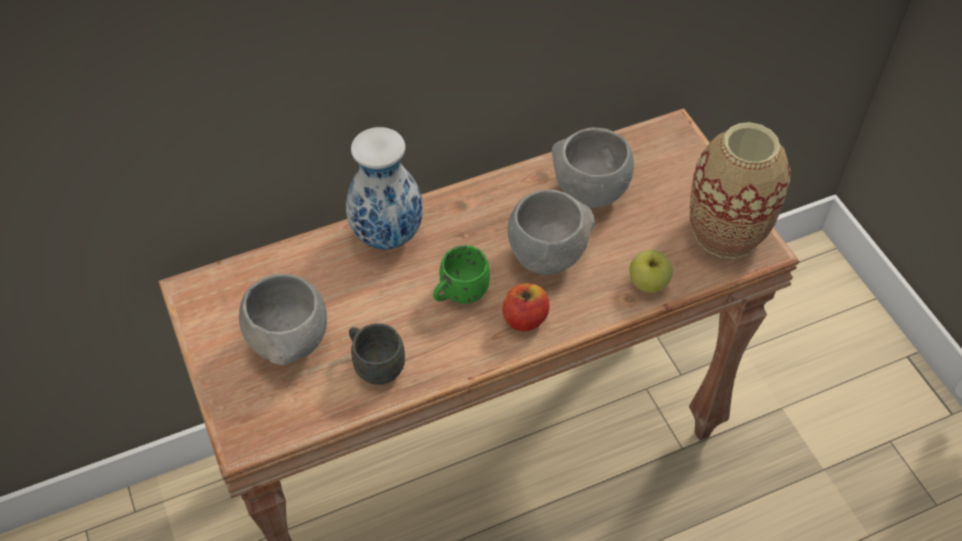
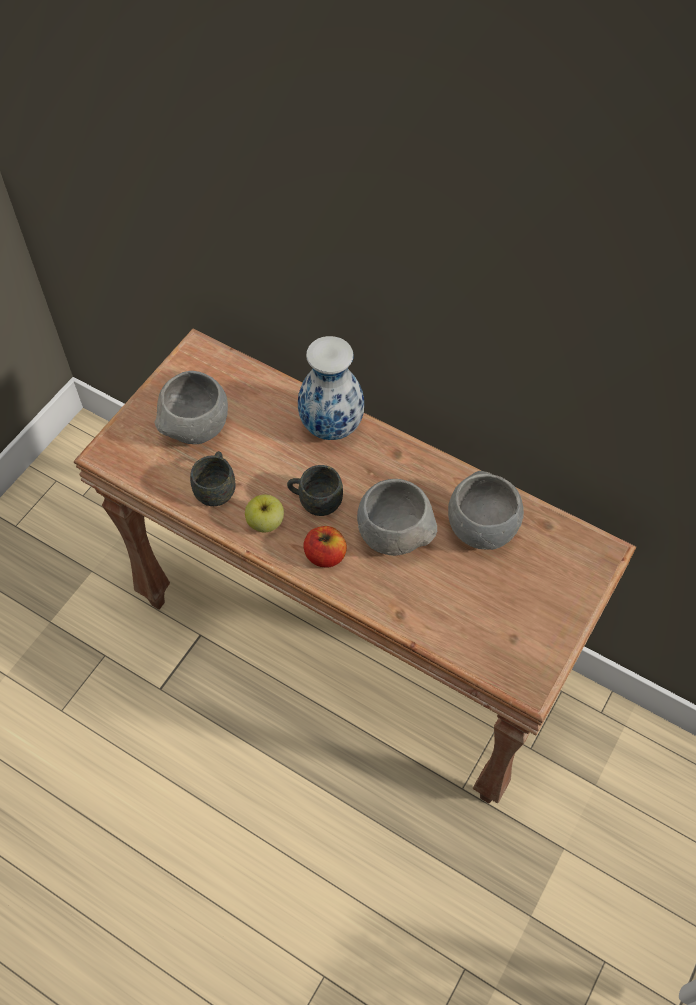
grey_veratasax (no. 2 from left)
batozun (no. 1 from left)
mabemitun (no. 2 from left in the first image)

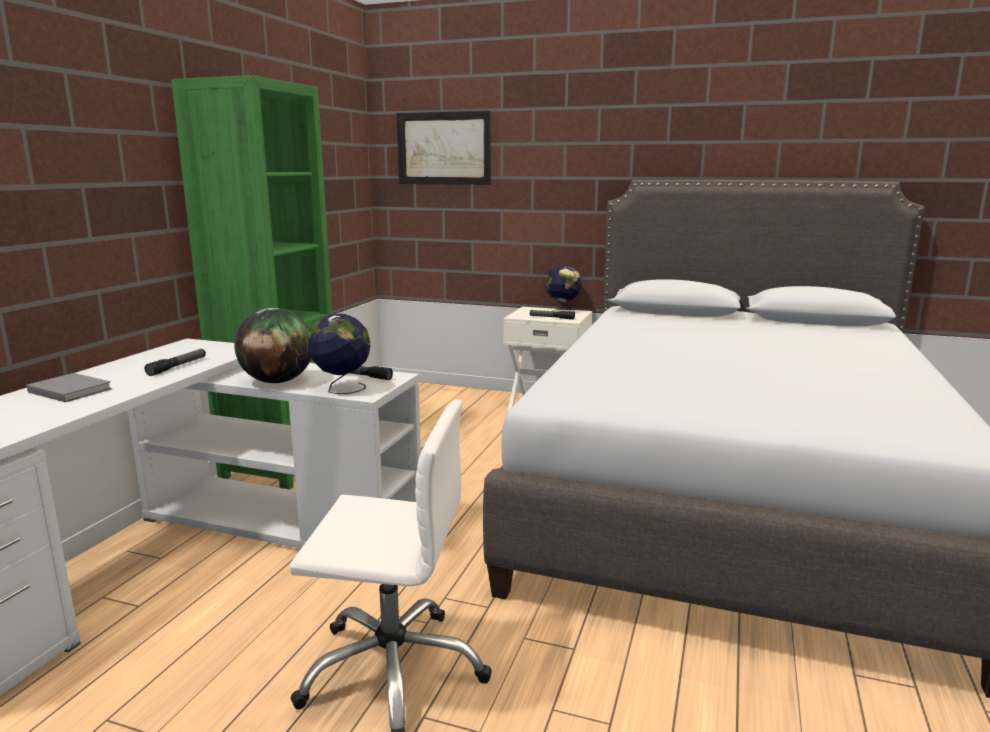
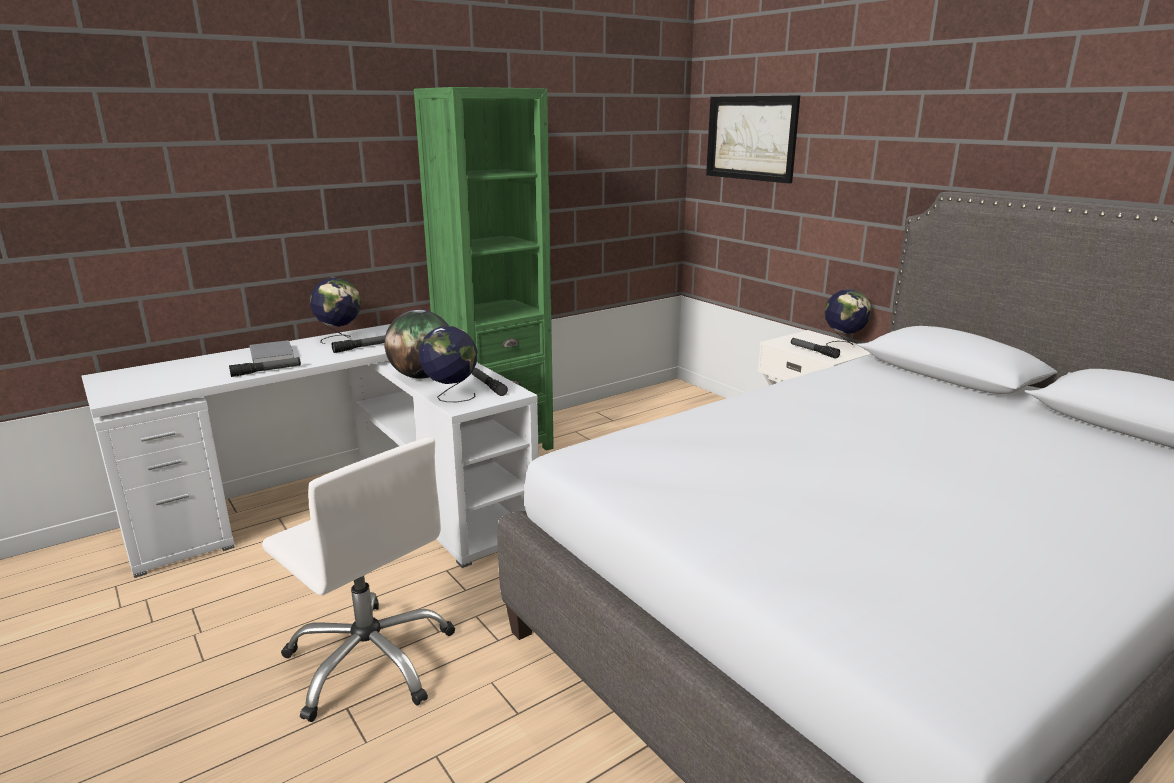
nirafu (no. 1 from left)
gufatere (no. 1 from left)

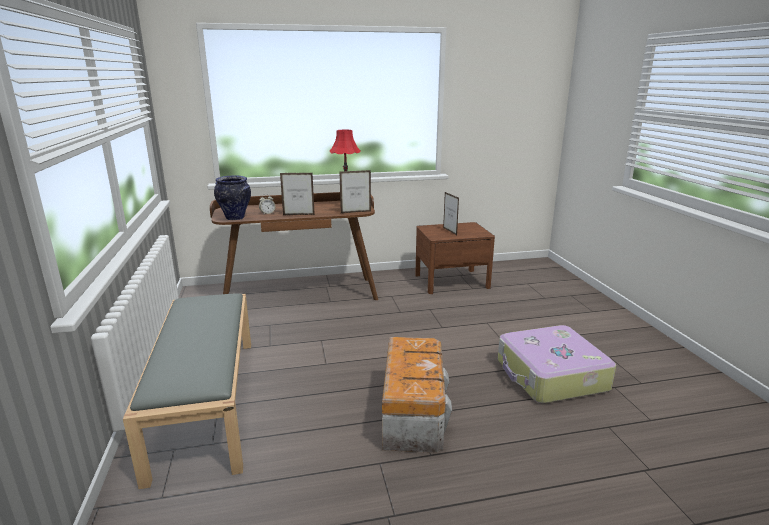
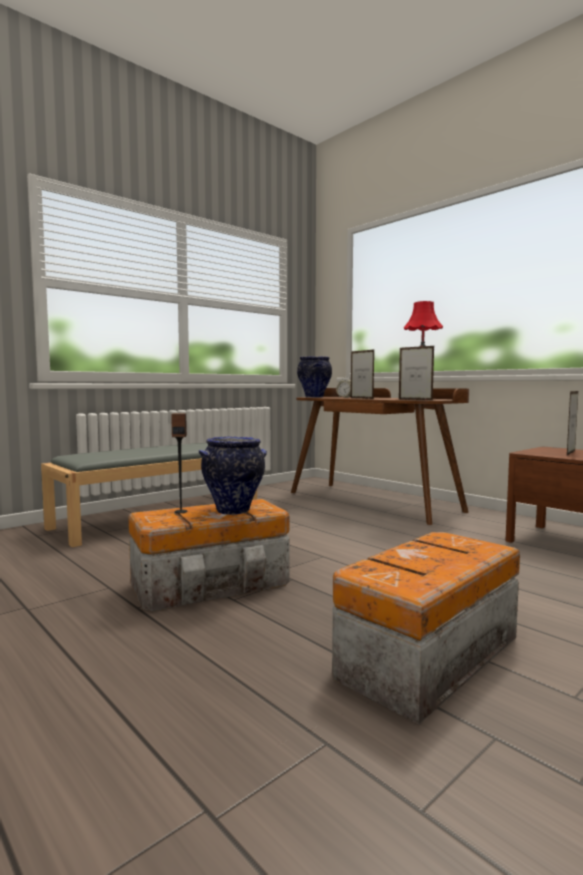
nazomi (no. 2 from left)
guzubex
mabemitun (no. 1 from left)

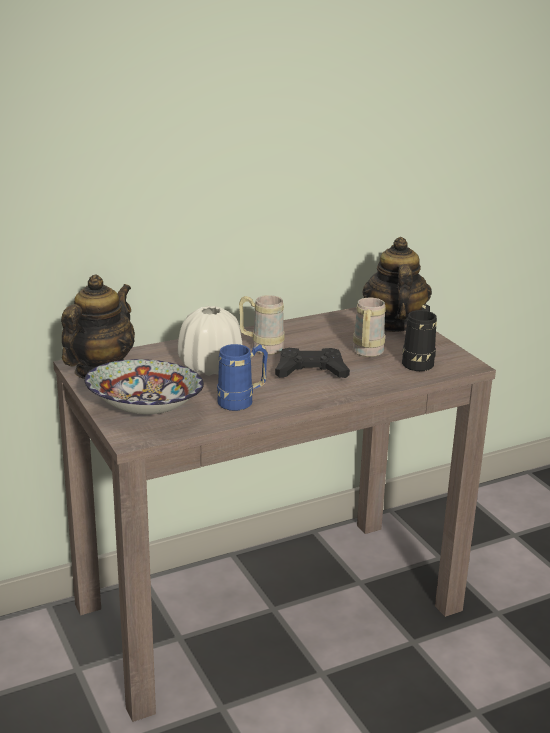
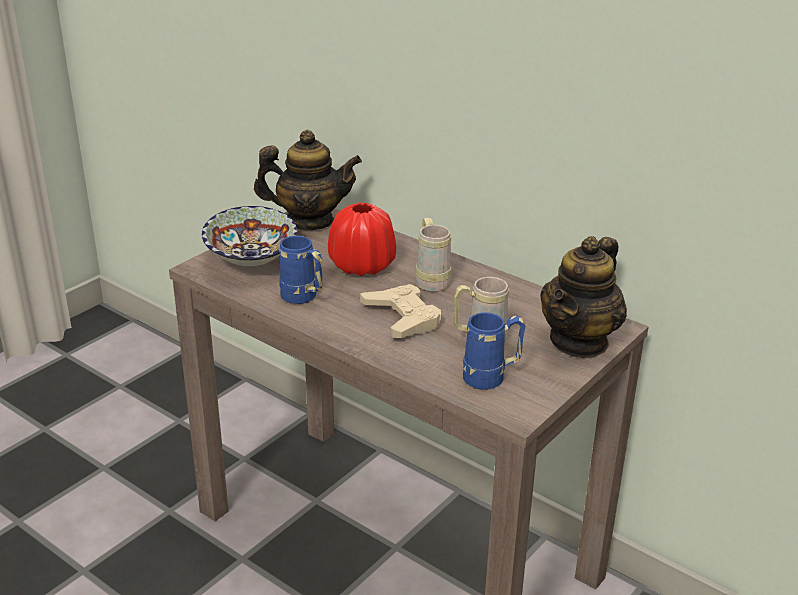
red_mabemitun
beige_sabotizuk
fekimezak (no. 2 from left)
blue_veratasax (no. 2 from left)

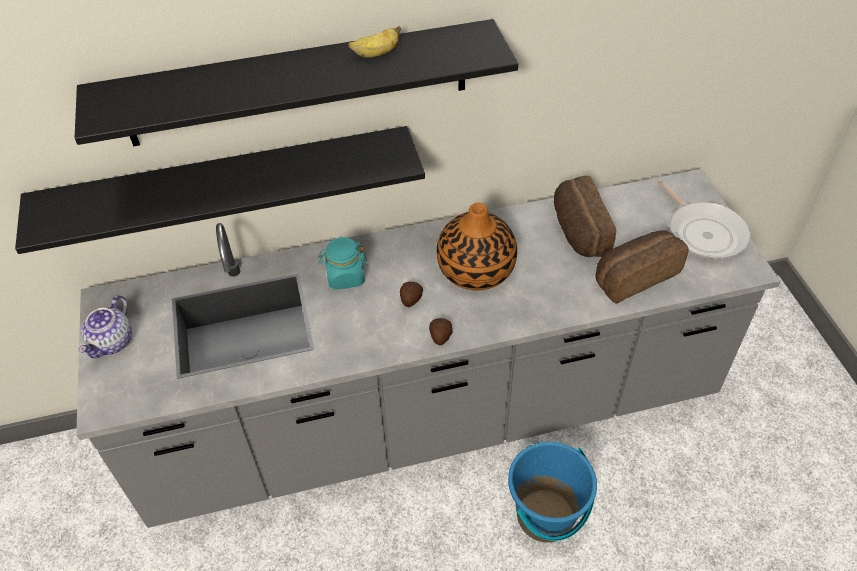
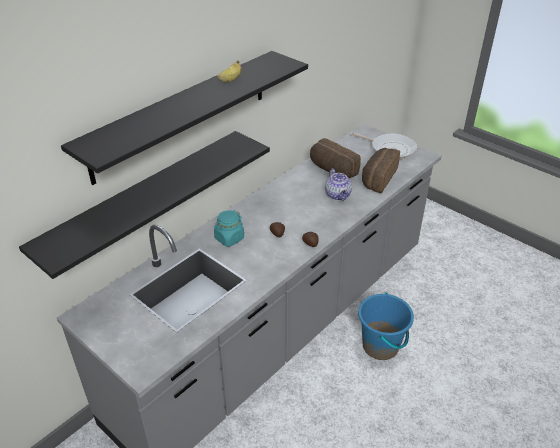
fekimezak
mabemitun

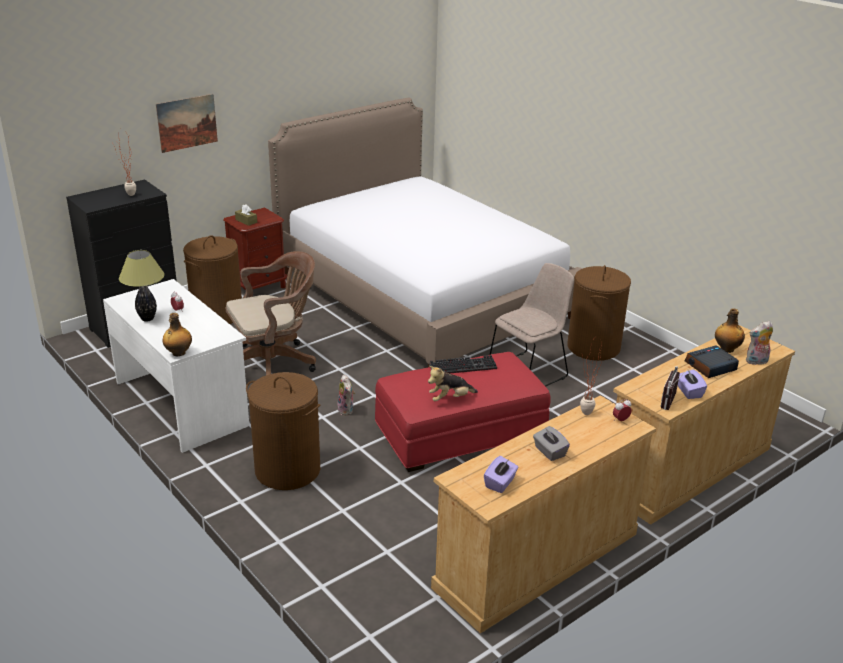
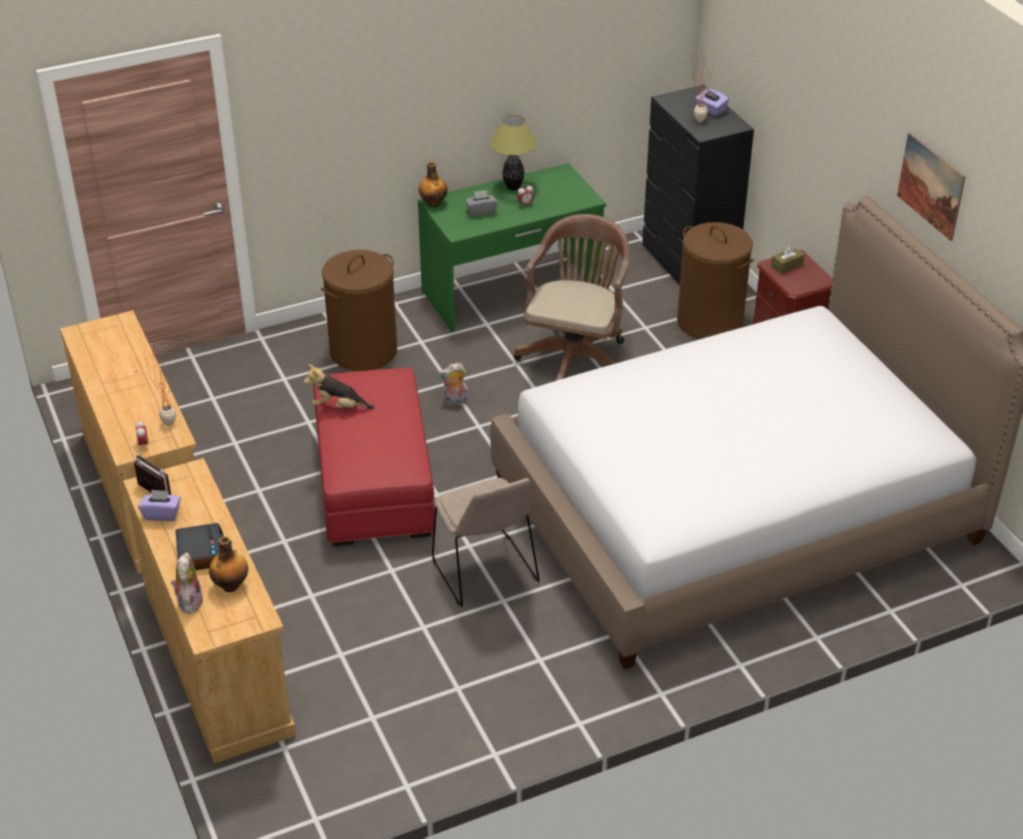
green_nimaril
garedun
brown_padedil
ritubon (no. 2 from left)
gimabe
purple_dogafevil (no. 2 from left)
grey_dogafevil
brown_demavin (no. 3 from left in the first image)

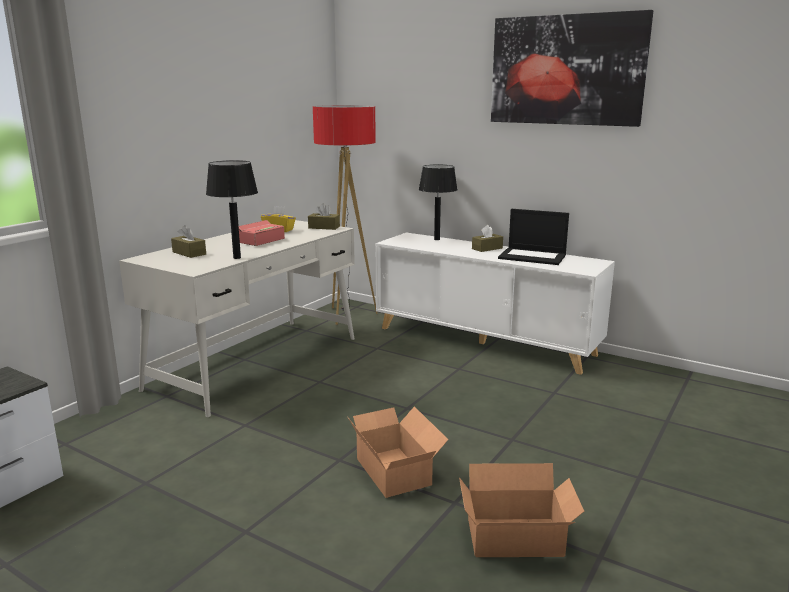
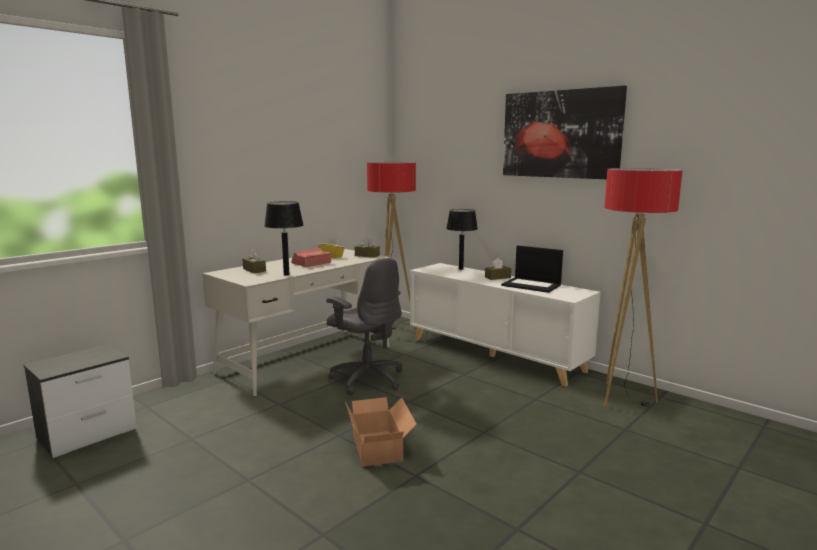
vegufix (no. 2 from left in the first image)
grey_padedil
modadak (no. 2 from left)

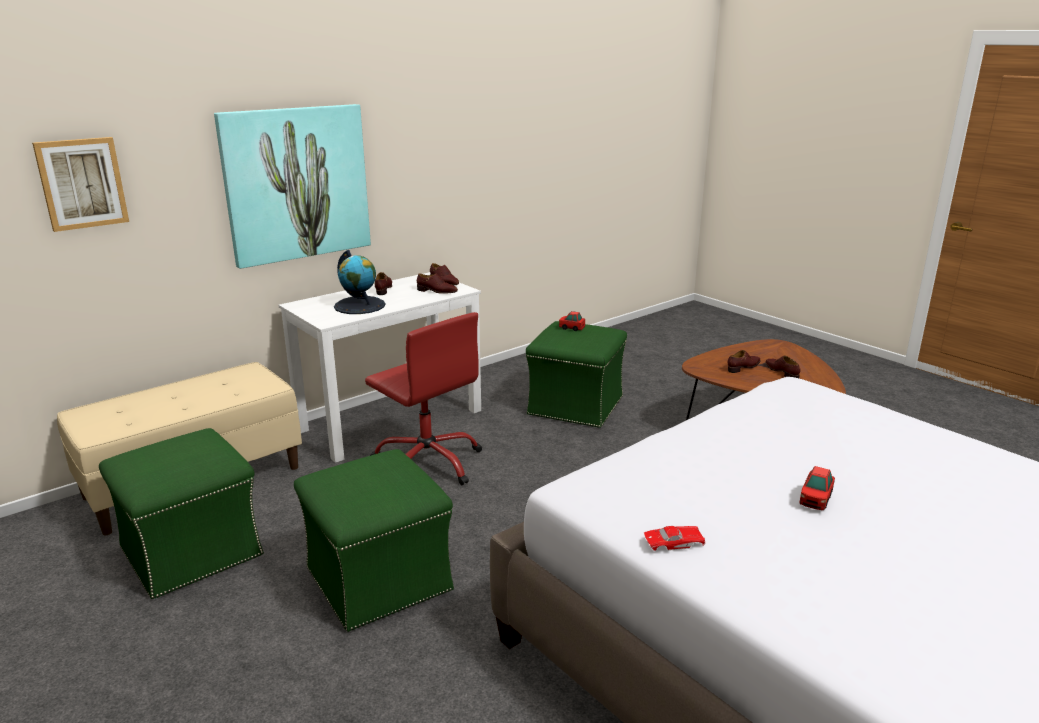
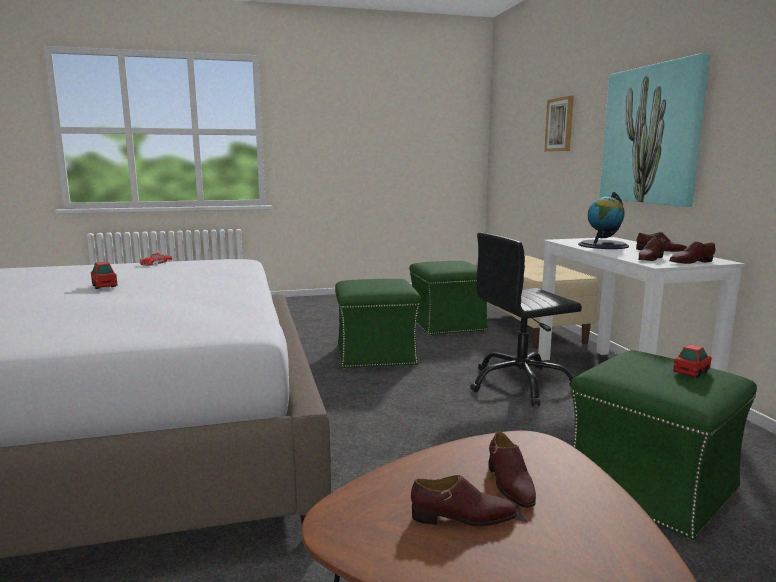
black_padedil

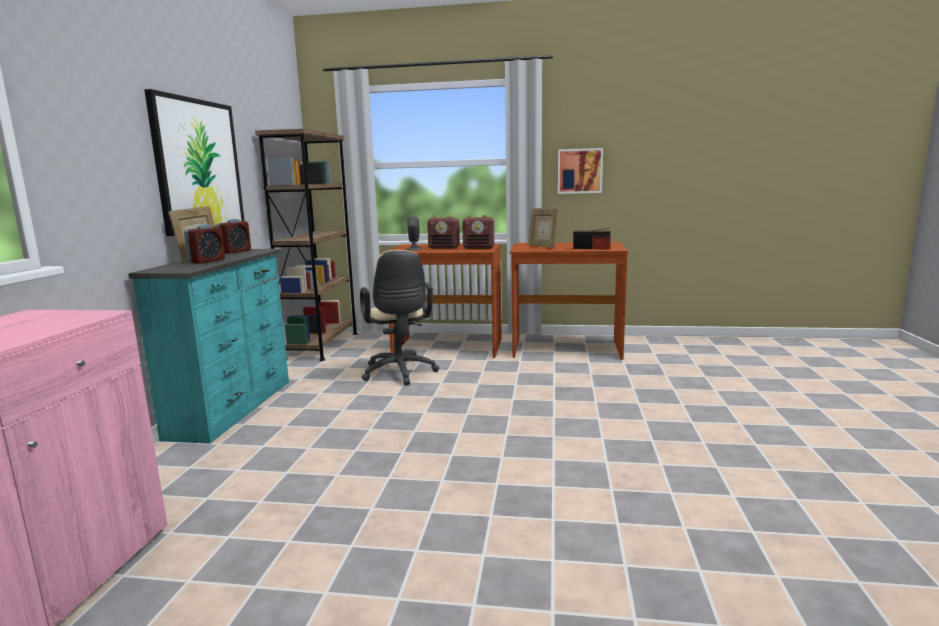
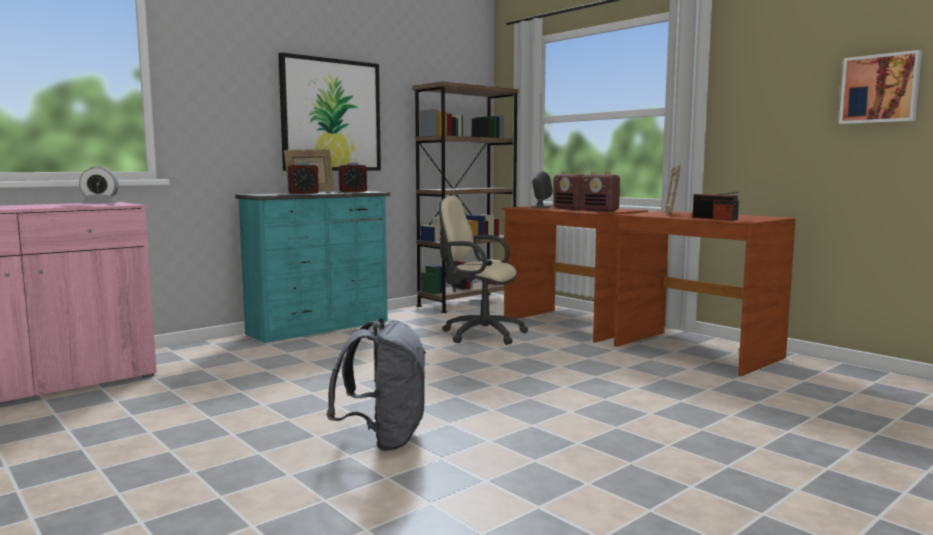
beige_padedil
garedun (no. 2 from left)
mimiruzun (no. 1 from left)
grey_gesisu

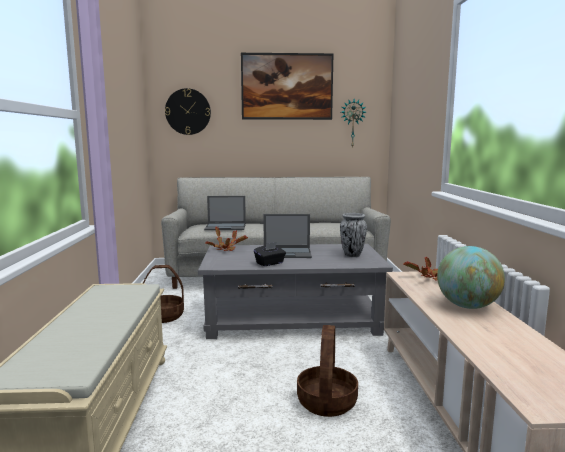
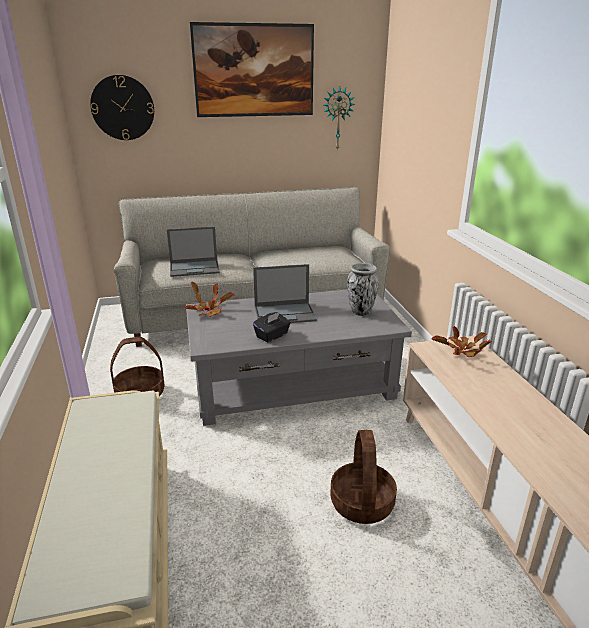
gufatere

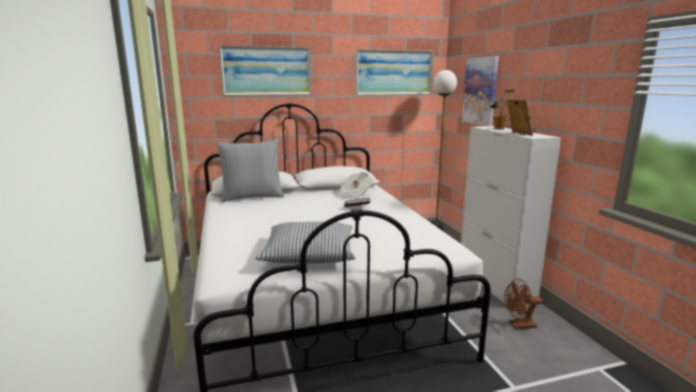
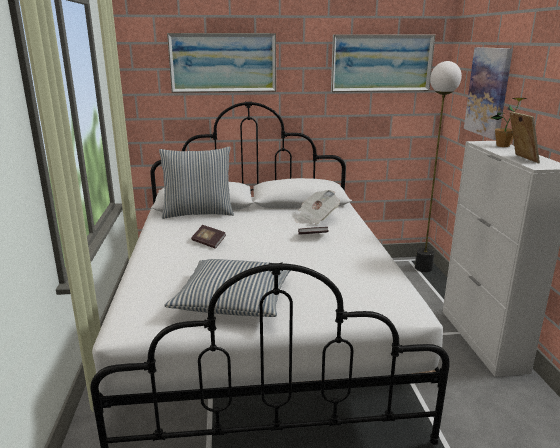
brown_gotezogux
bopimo (no. 1 from left)

